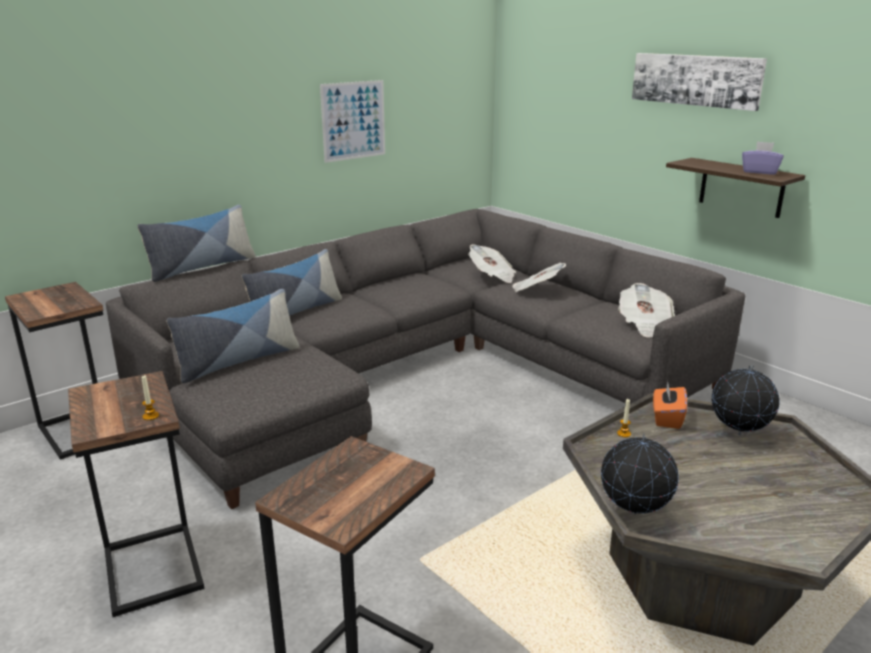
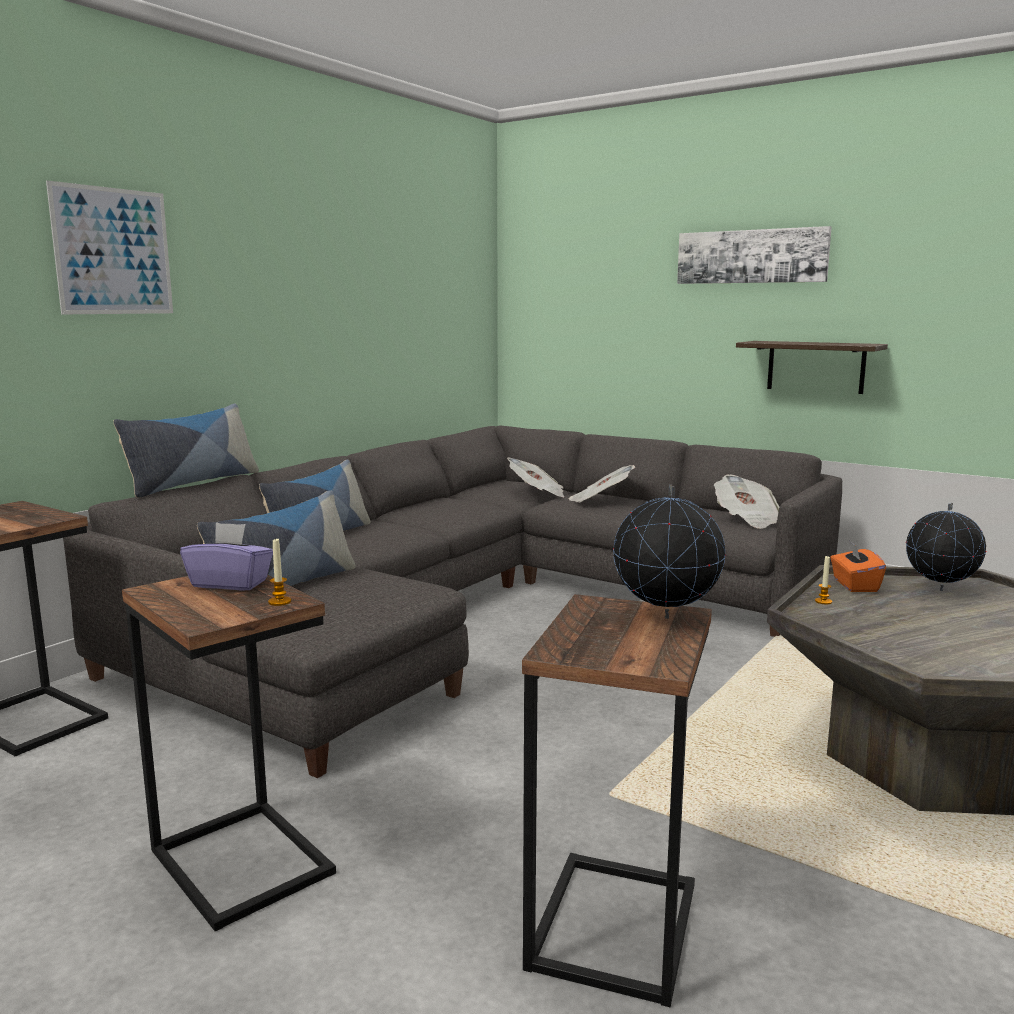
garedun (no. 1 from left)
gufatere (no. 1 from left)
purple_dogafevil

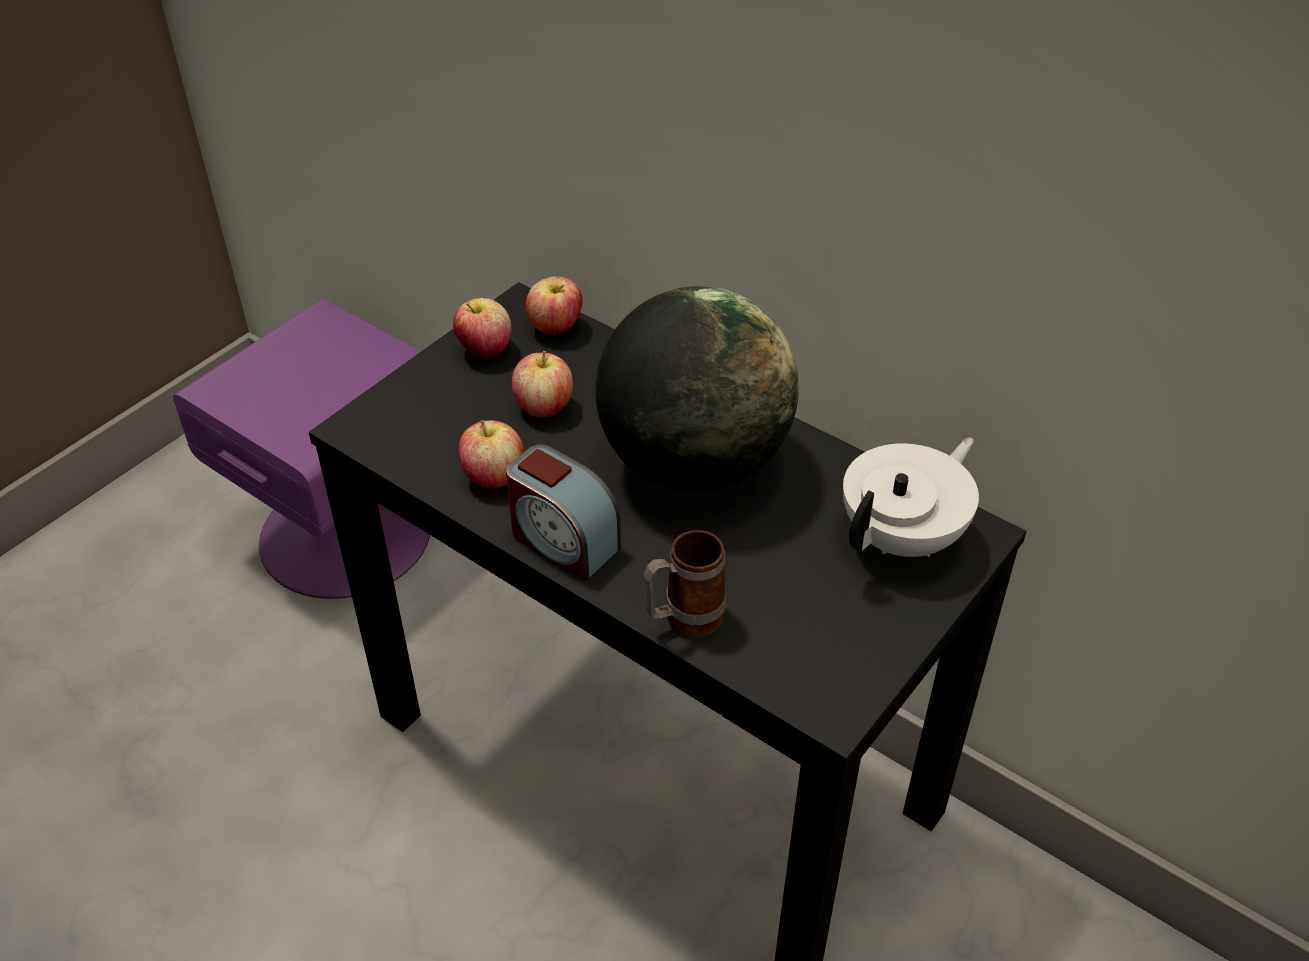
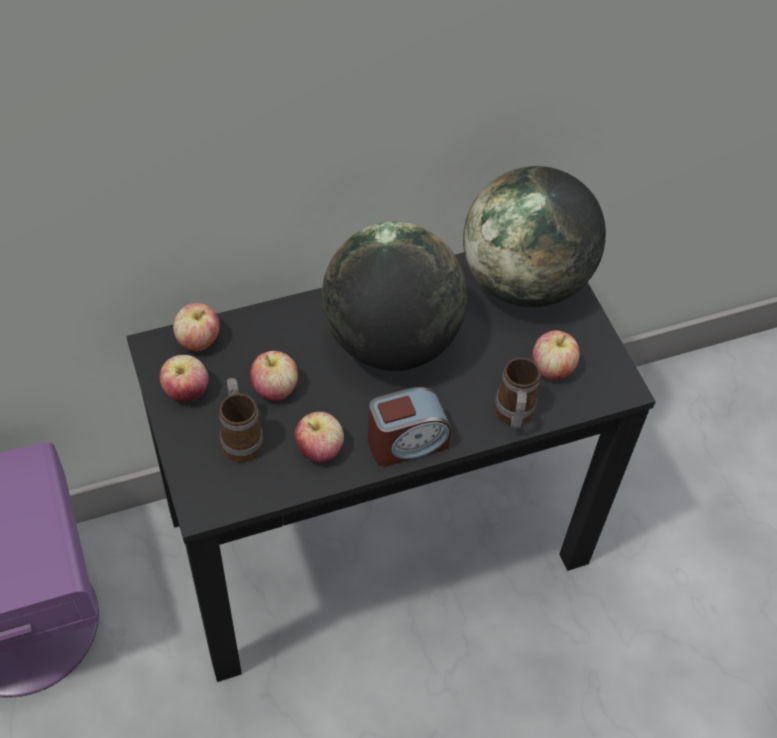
gufatere (no. 2 from left)
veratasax (no. 1 from left)
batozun (no. 5 from left)

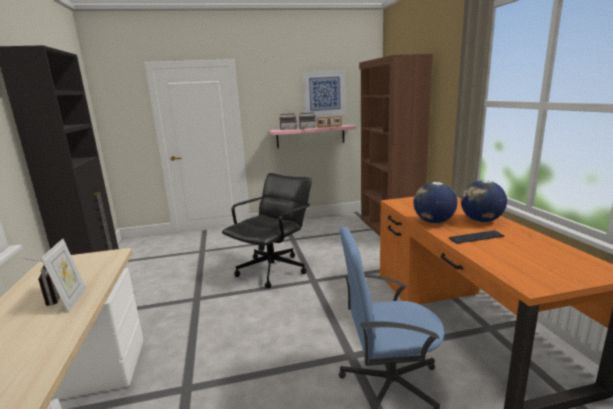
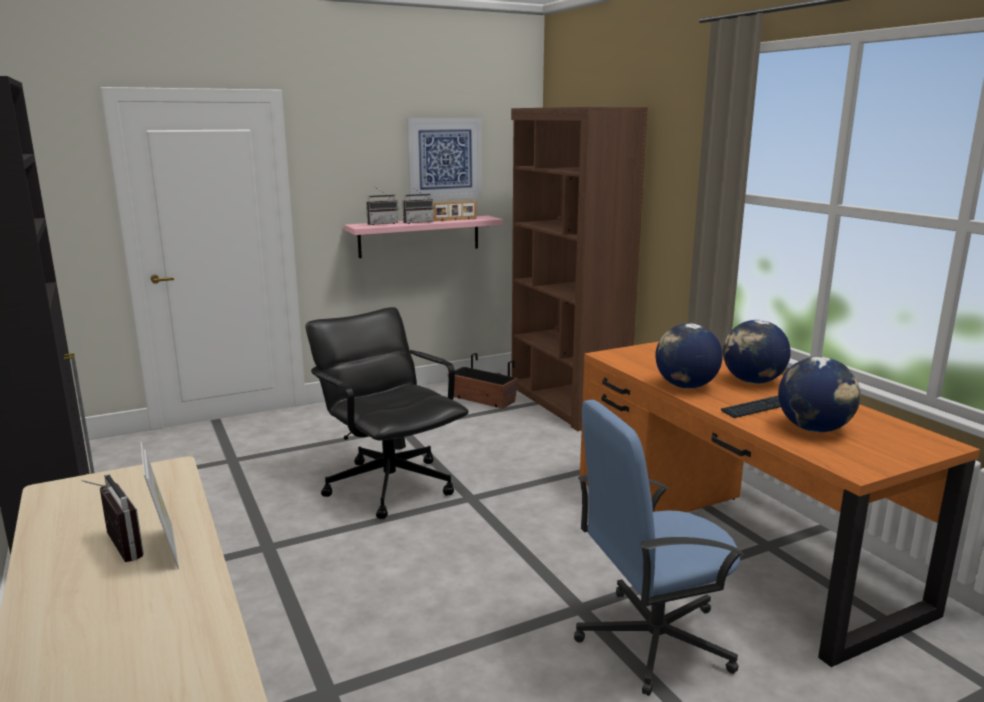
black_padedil
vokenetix
gufatere (no. 3 from left)

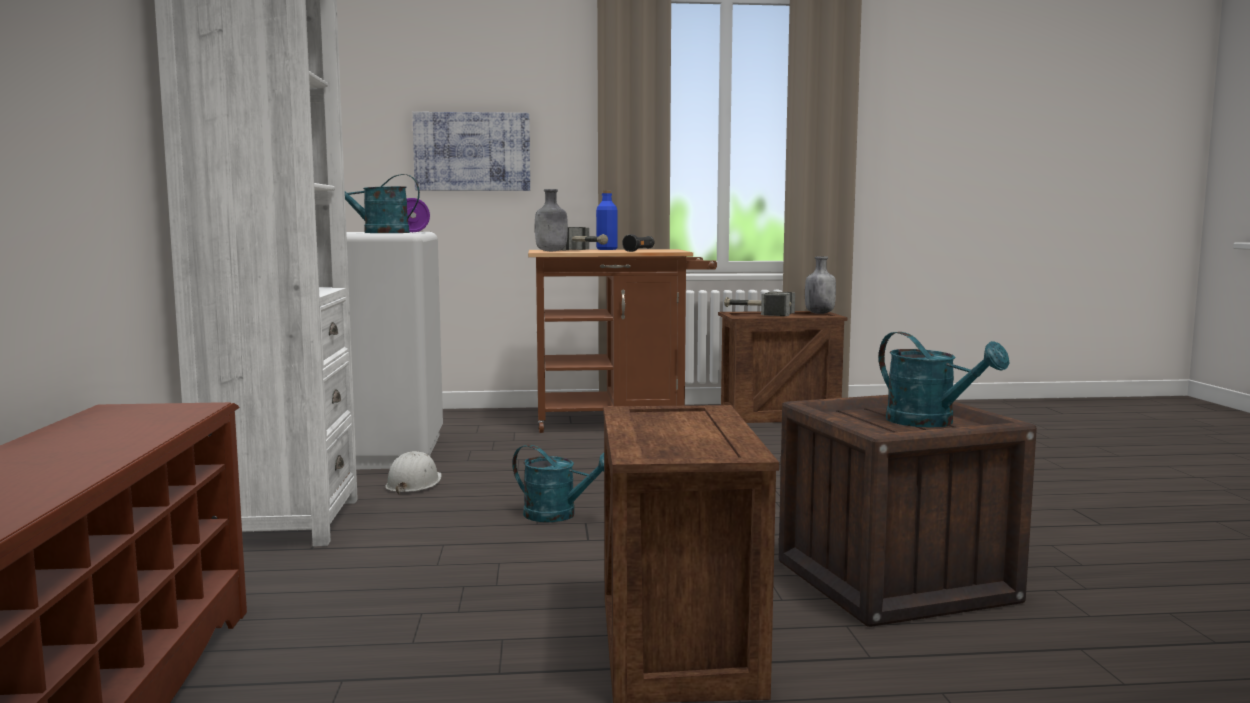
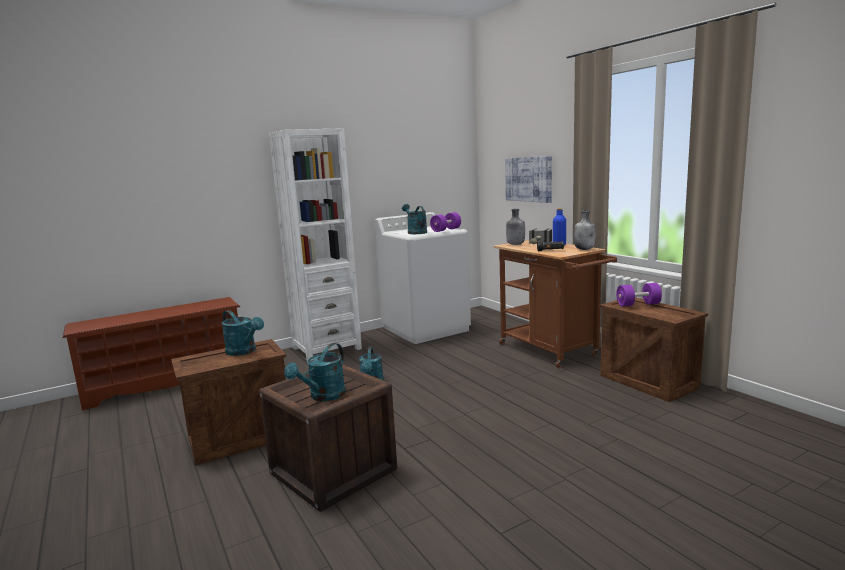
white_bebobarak
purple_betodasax (no. 2 from left)
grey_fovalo (no. 2 from left)
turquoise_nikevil (no. 1 from left)

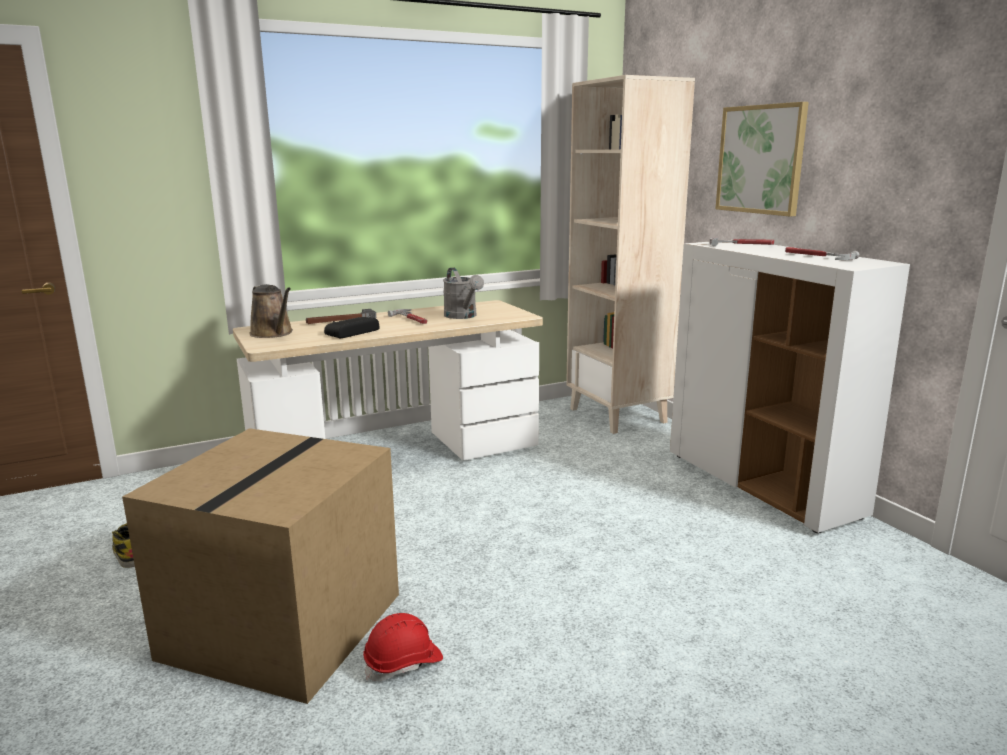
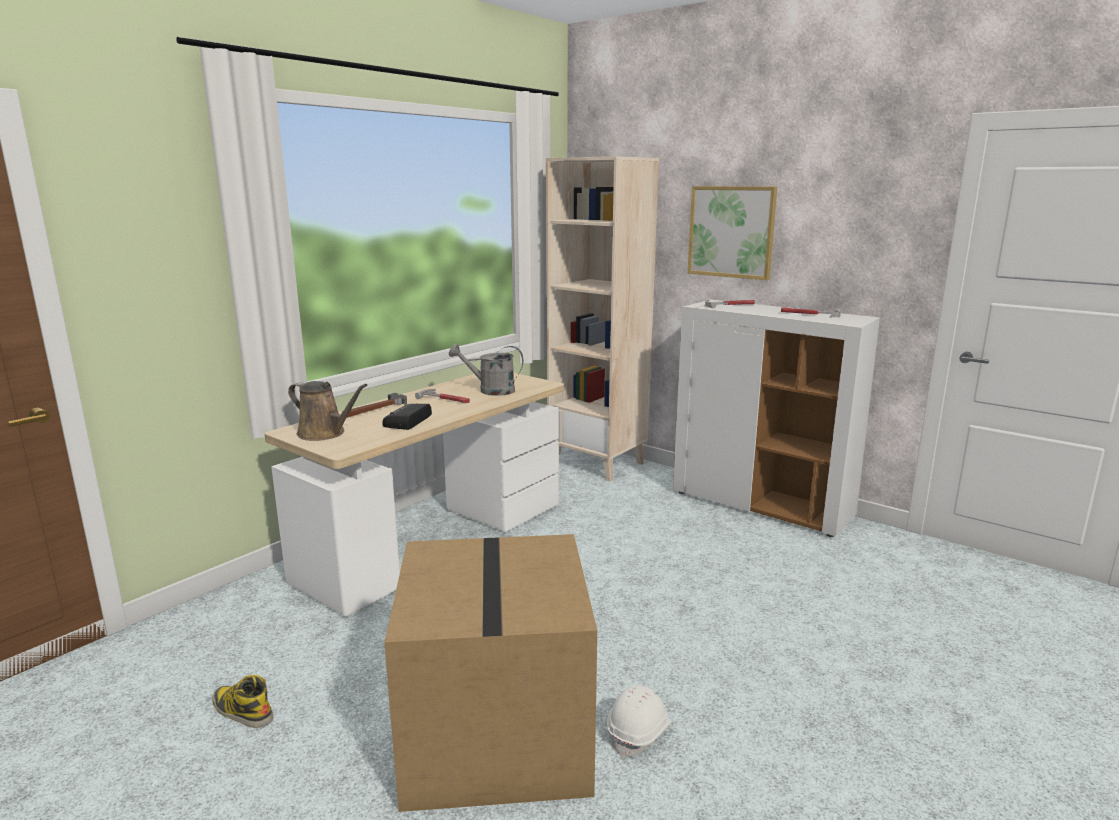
white_bebobarak
grey_nikevil

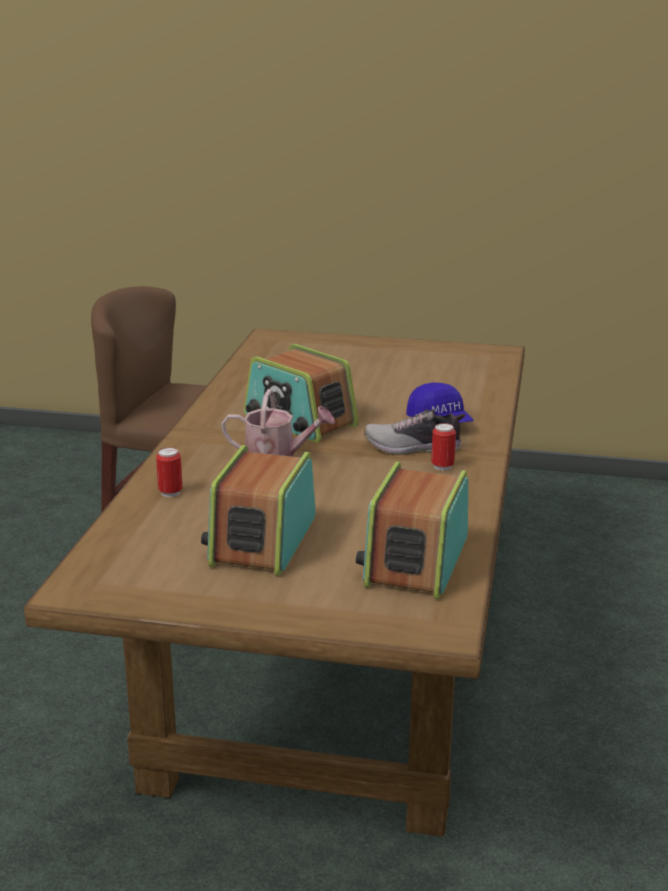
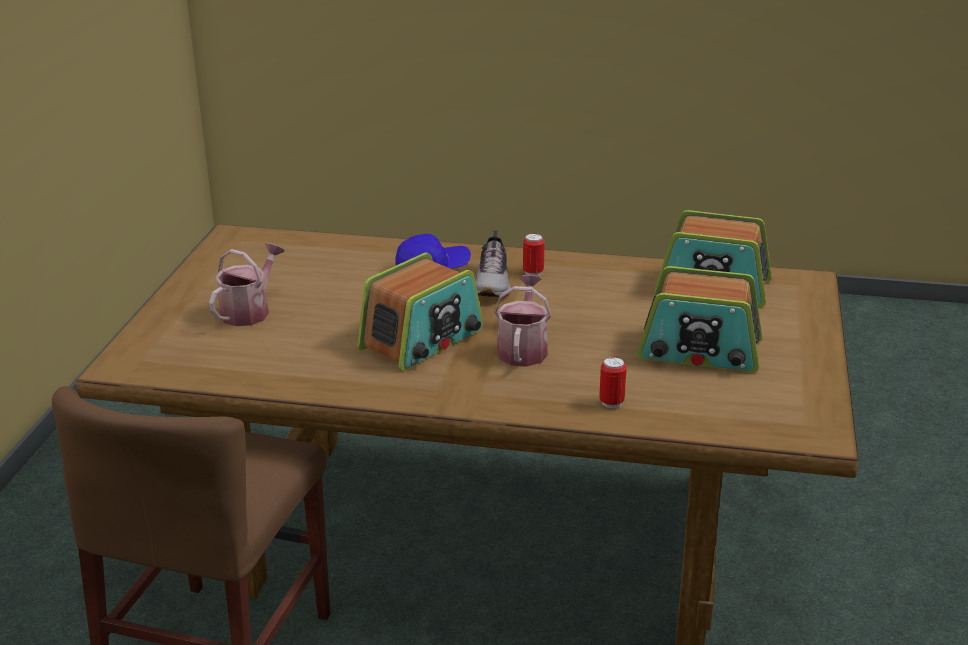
nikevil (no. 1 from left)

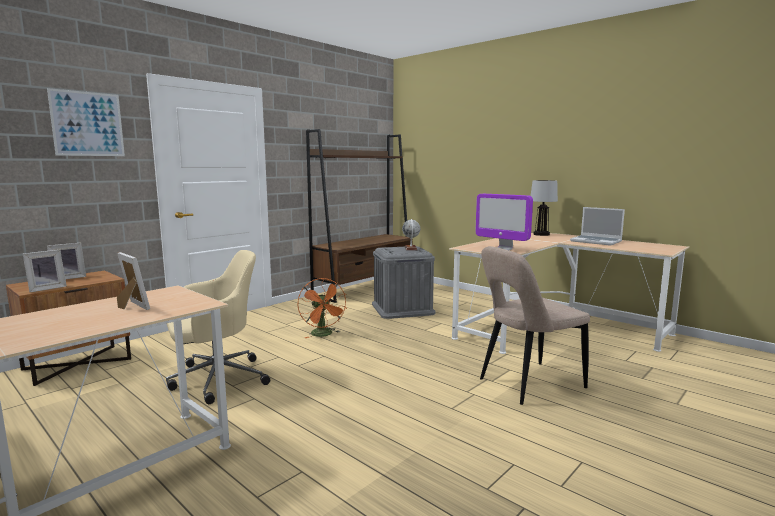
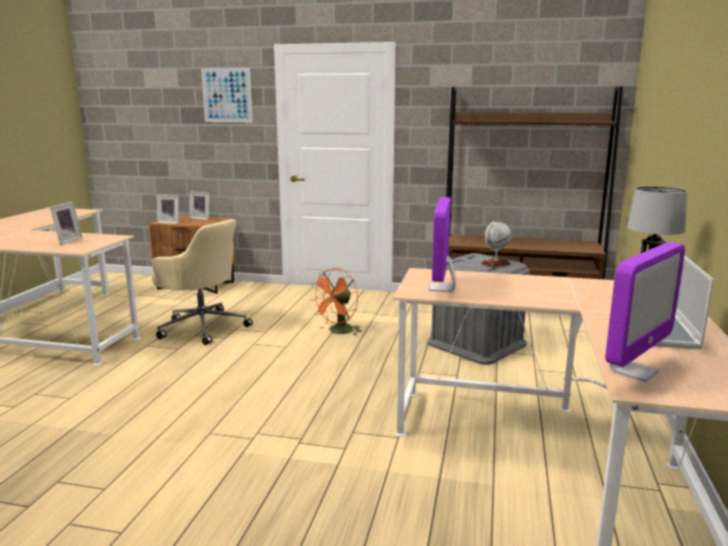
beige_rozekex
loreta (no. 2 from left)

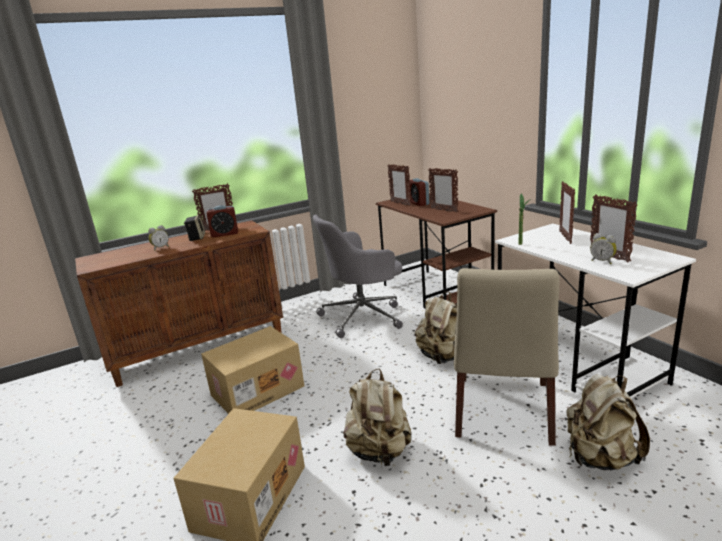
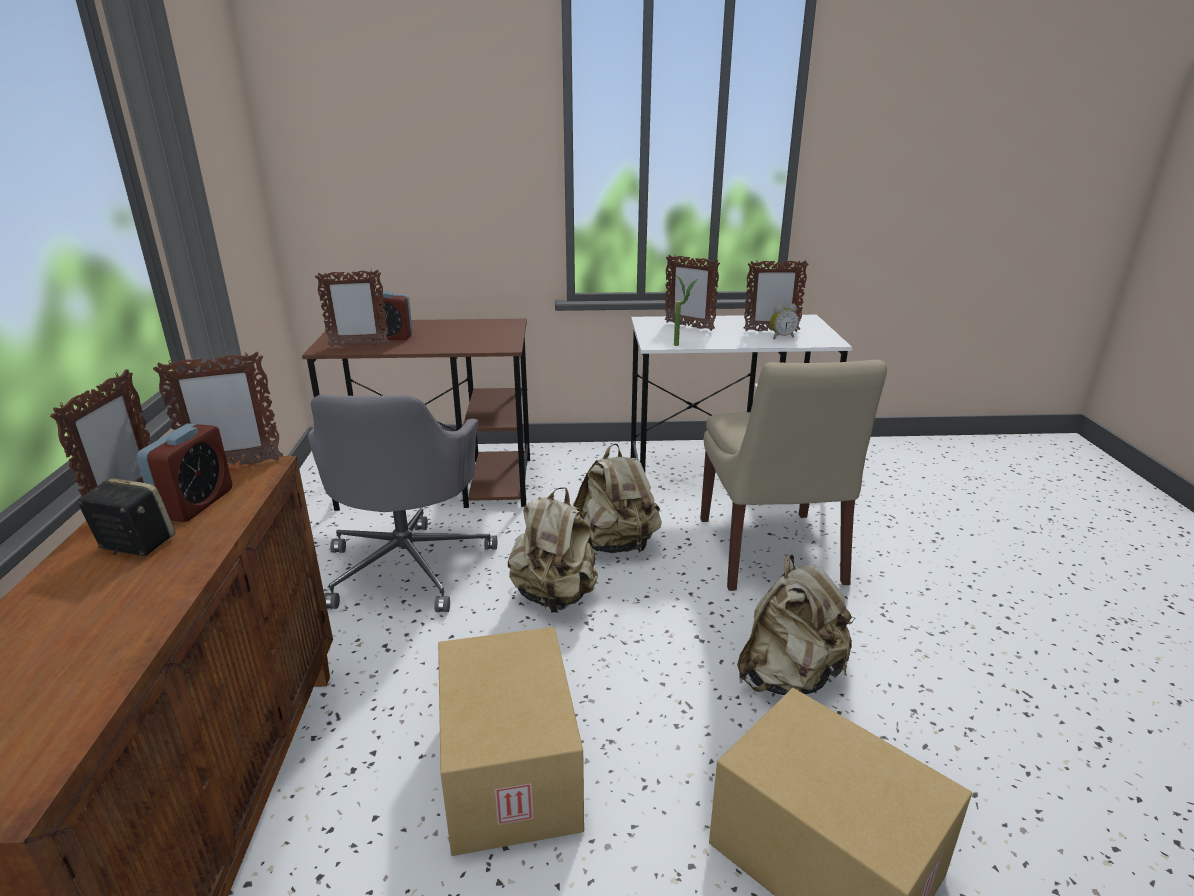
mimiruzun (no. 1 from left in the first image)
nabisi (no. 2 from left)
beige_rozekex
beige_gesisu (no. 1 from left)

